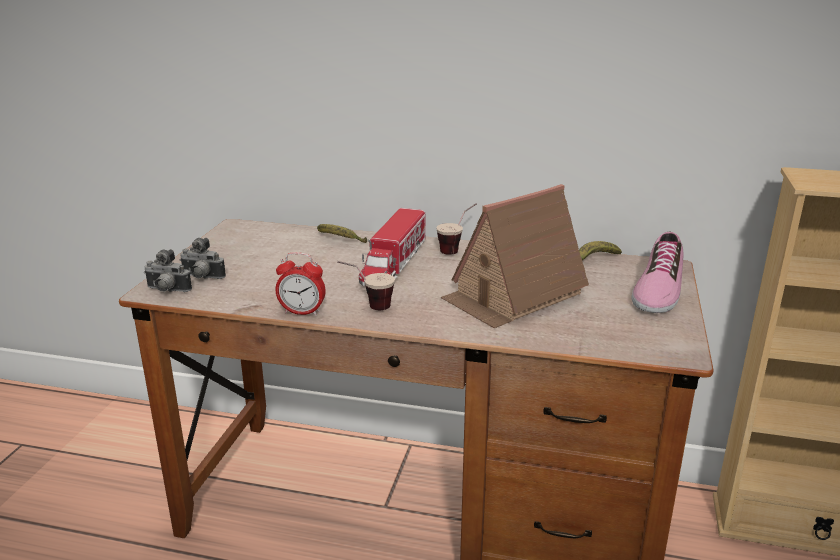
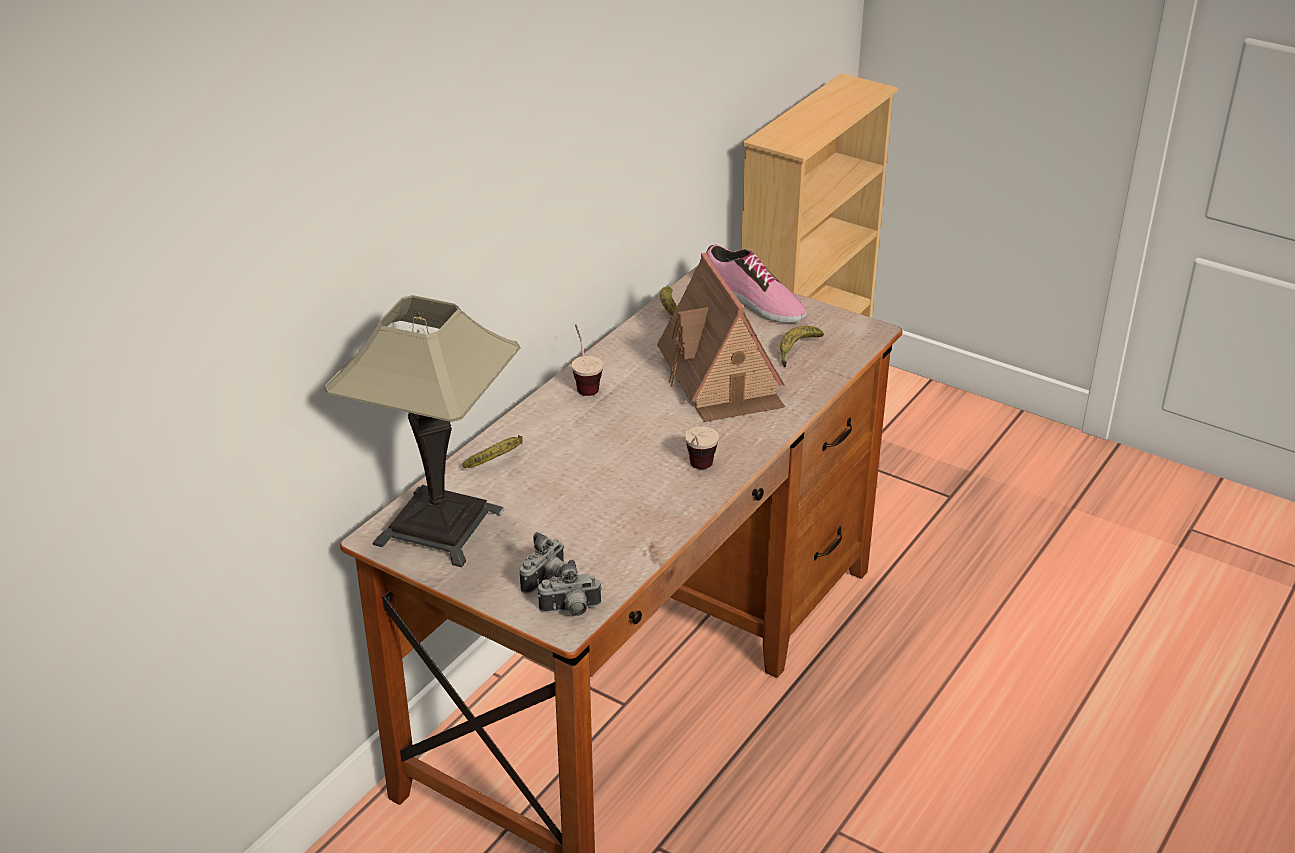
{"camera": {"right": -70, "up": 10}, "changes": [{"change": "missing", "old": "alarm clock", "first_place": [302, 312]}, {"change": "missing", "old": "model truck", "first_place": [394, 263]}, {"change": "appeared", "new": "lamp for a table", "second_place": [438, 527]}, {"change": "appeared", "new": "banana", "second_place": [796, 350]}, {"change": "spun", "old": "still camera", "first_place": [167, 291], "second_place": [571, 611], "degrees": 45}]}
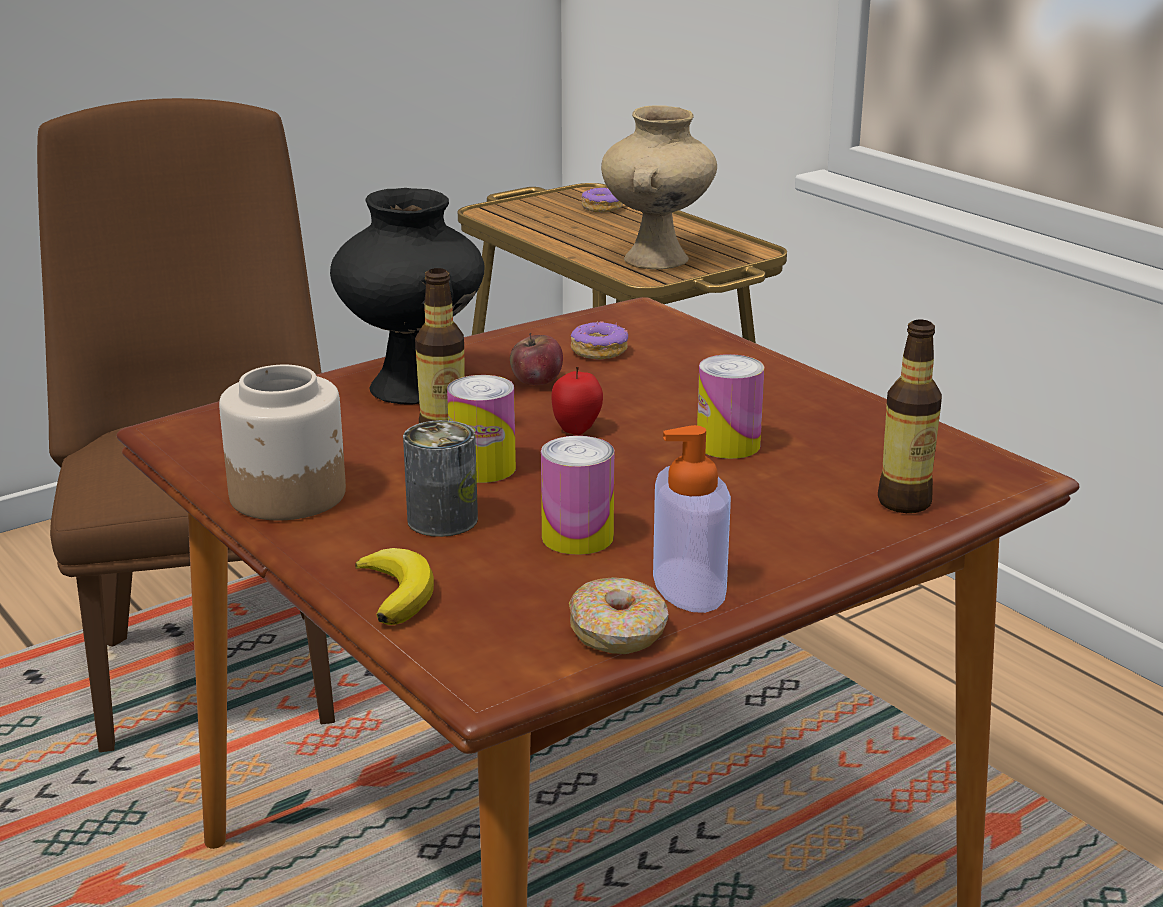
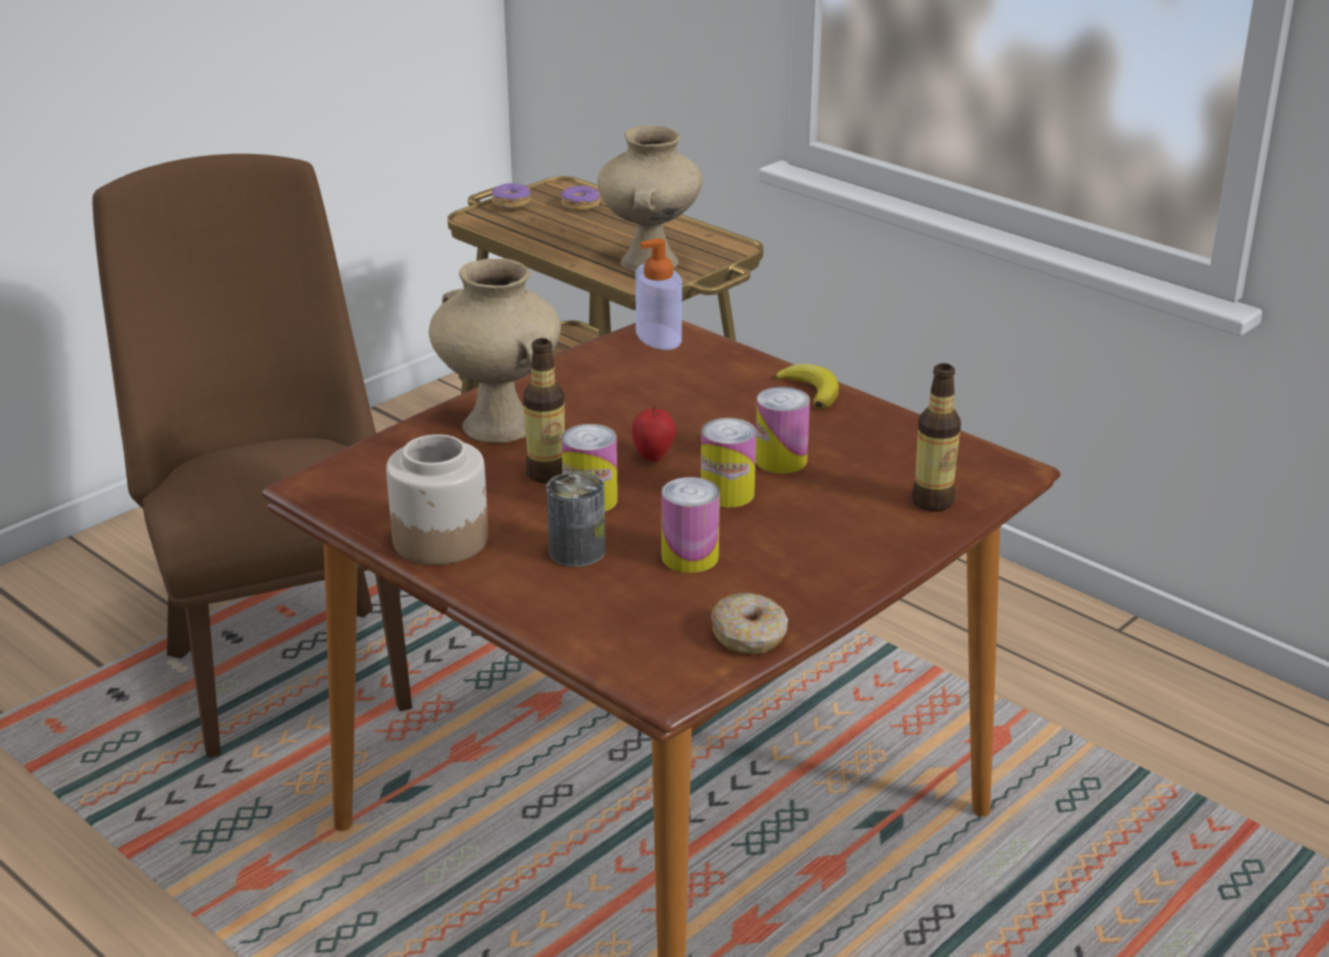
{"camera": {"right": -10, "up": 5}, "changes": [{"change": "missing", "old": "apple", "first_place": [536, 382]}, {"change": "appeared", "new": "metal can", "second_place": [727, 493]}, {"change": "relocated", "old": "banana", "first_place": [397, 592], "second_place": [811, 390]}, {"change": "relocated", "old": "doughnut", "first_place": [598, 351], "second_place": [511, 203]}, {"change": "relocated", "old": "soap bottle", "first_place": [689, 586], "second_place": [658, 337]}, {"change": "colour", "old": "decorative vase in blackish", "new": "decorative vase in beige", "first_place": [415, 388], "second_place": [501, 426]}]}
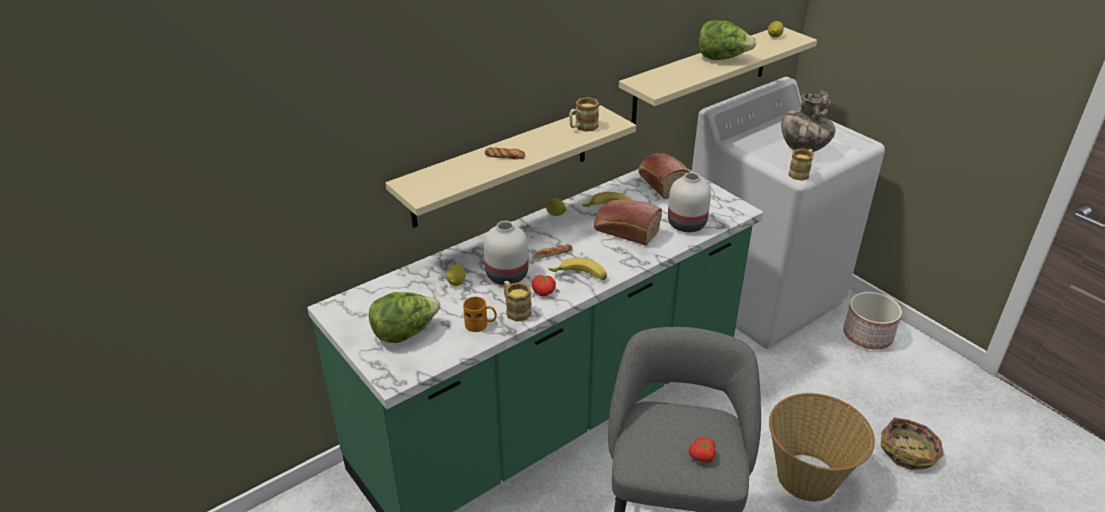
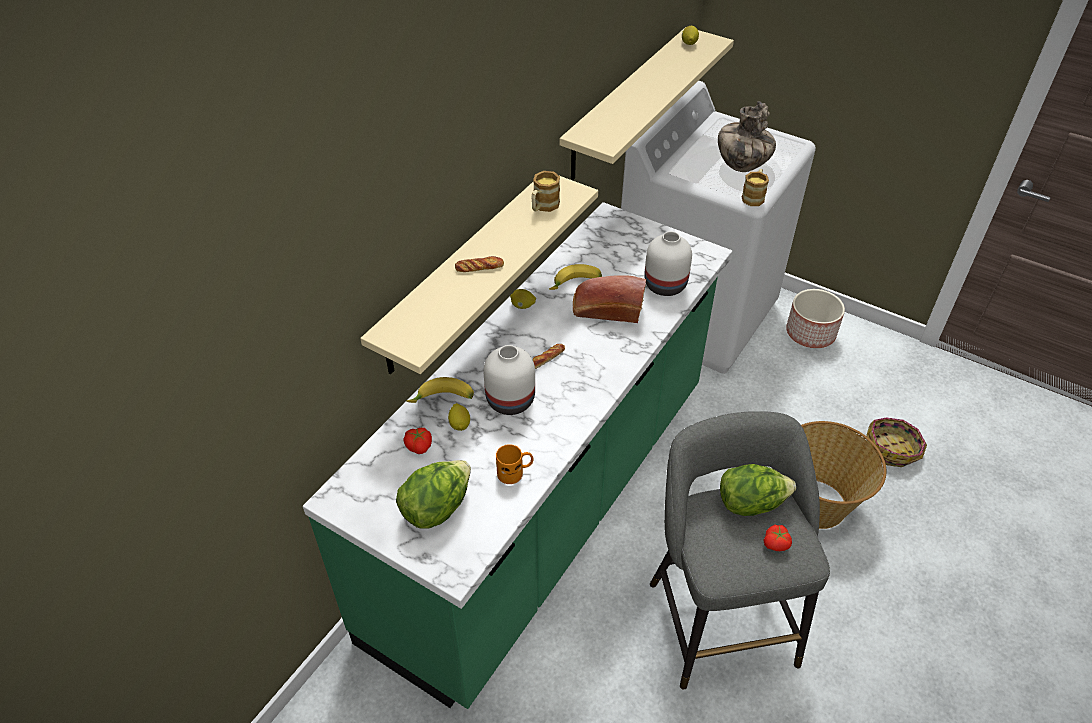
{"camera": {"right": -20, "up": 10}, "changes": [{"change": "missing", "old": "tea mug", "first_place": [515, 310]}, {"change": "missing", "old": "bread", "first_place": [661, 183]}, {"change": "relocated", "old": "tomato", "first_place": [544, 291], "second_place": [419, 446]}, {"change": "relocated", "old": "banana", "first_place": [579, 277], "second_place": [442, 400]}, {"change": "relocated", "old": "lettuce head", "first_place": [722, 58], "second_place": [751, 503]}]}
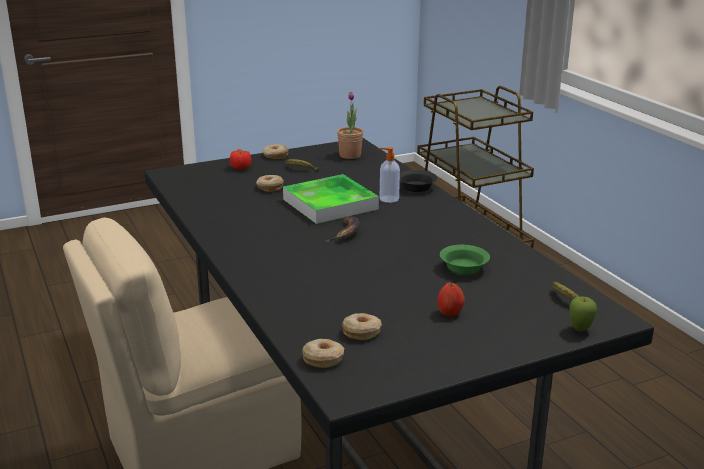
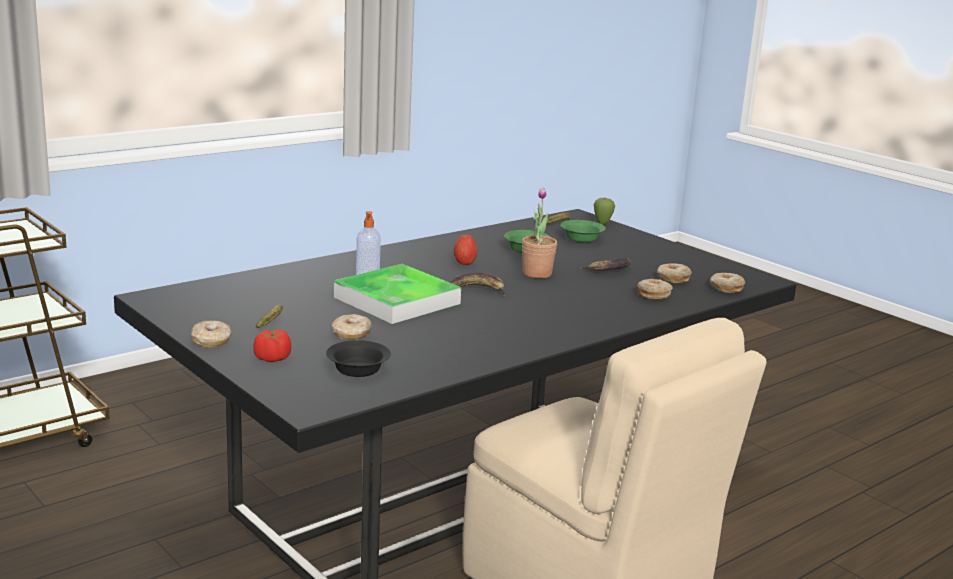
{"camera": {"right": -105, "up": -5}, "changes": [{"change": "appeared", "new": "serving bowl in green", "second_place": [581, 238]}, {"change": "appeared", "new": "banana", "second_place": [609, 269]}, {"change": "appeared", "new": "doughnut", "second_place": [653, 294]}, {"change": "relocated", "old": "houseplant", "first_place": [350, 155], "second_place": [537, 274]}, {"change": "relocated", "old": "serving bowl in blackish", "first_place": [415, 188], "second_place": [359, 370]}, {"change": "relocated", "old": "apple", "first_place": [449, 313], "second_place": [464, 263]}]}
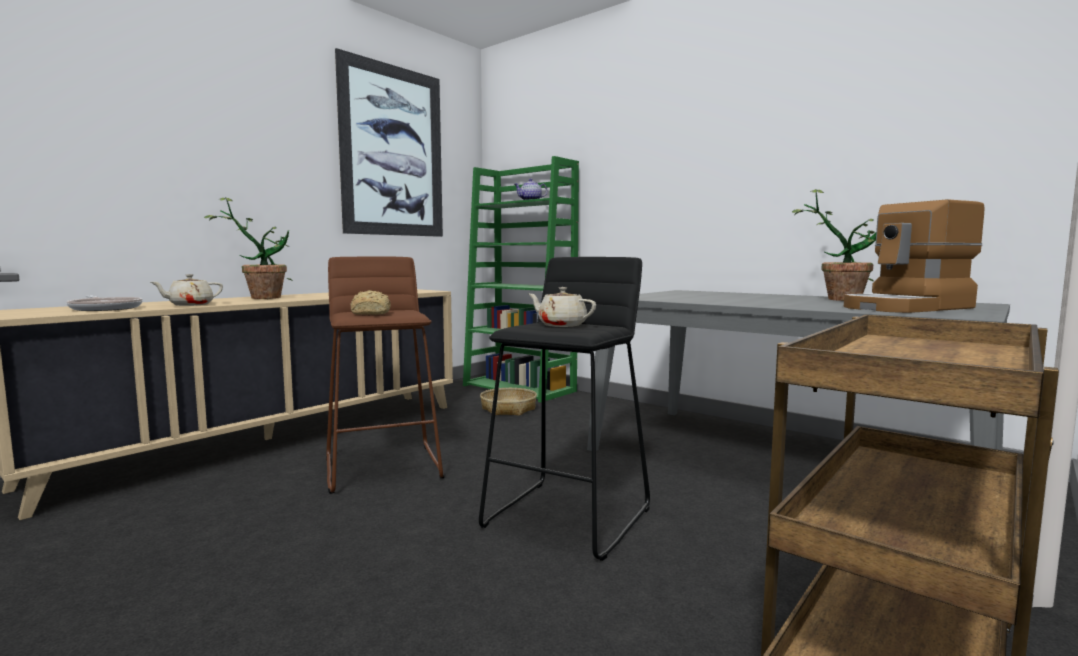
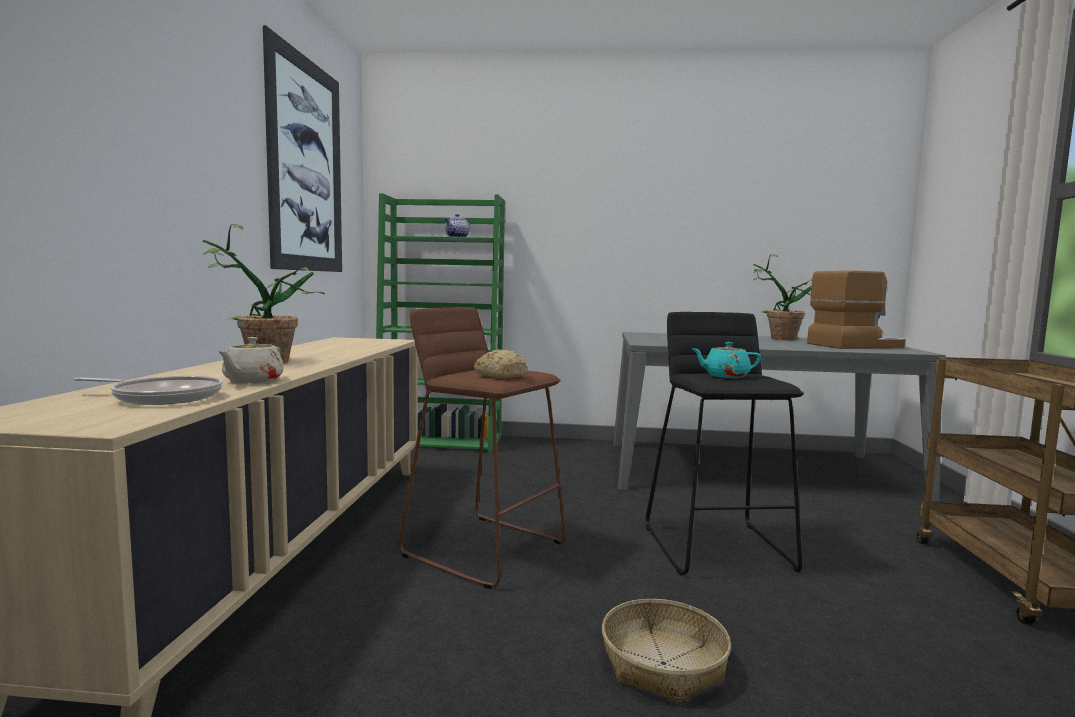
{"camera": {"right": -35, "up": 0}, "changes": [{"change": "relocated", "old": "household basket", "first_place": [508, 409], "second_place": [663, 663]}, {"change": "colour", "old": "teapot in beige", "new": "teapot in blue-green", "first_place": [561, 325], "second_place": [725, 376]}, {"change": "spun", "old": "coffee maker", "first_place": [908, 308], "second_place": [855, 346], "degrees": -135}]}
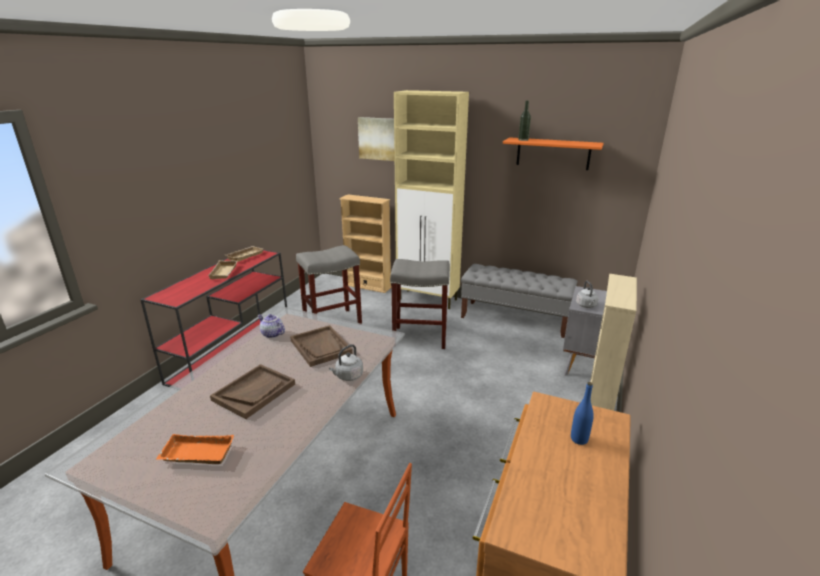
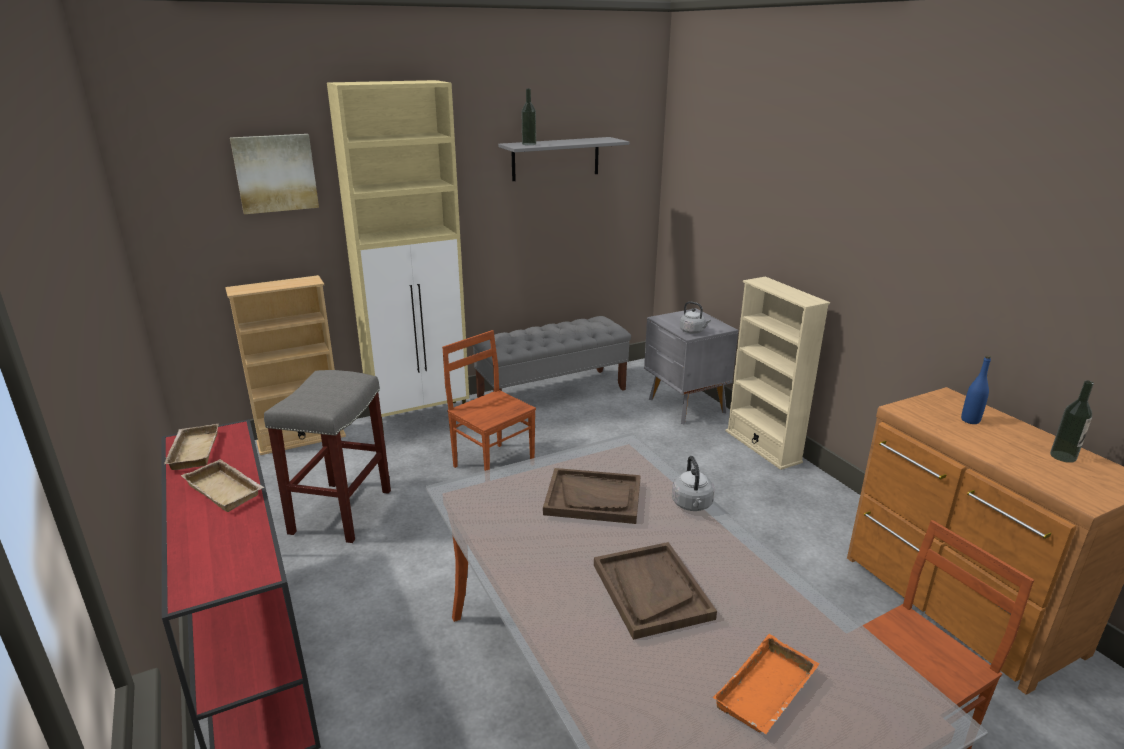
{"camera": {"right": -50, "up": 0}, "changes": [{"change": "missing", "old": "teapot", "first_place": [271, 334]}, {"change": "appeared", "new": "drink bottle", "second_place": [1063, 456]}, {"change": "exchanged", "old": "stool in greyish", "new": "upright chair in brown", "first_place": [421, 337], "second_place": [494, 464]}, {"change": "colour", "old": "shelf in orangey", "new": "shelf in greyish", "first_place": [553, 153], "second_place": [555, 159]}]}
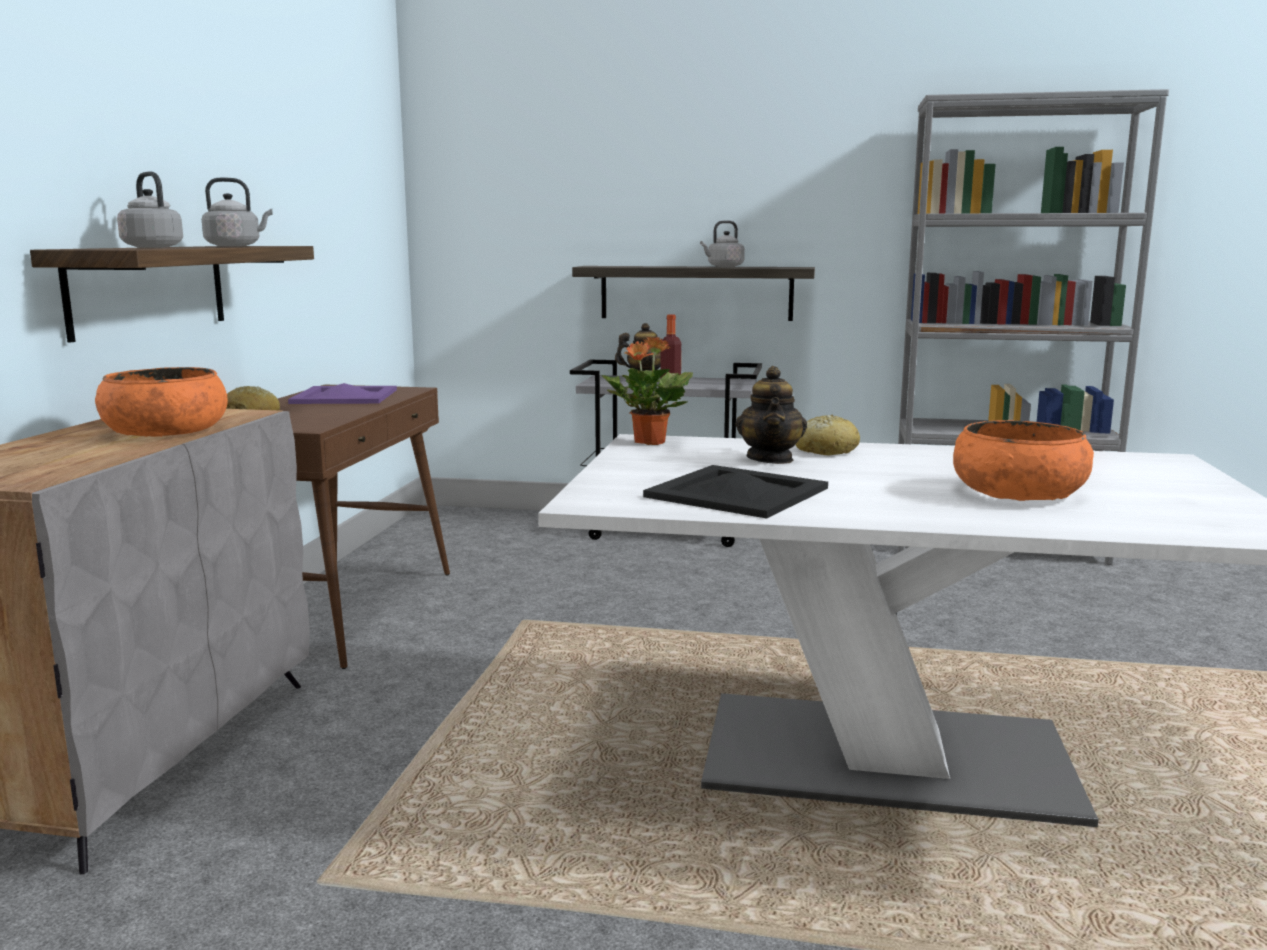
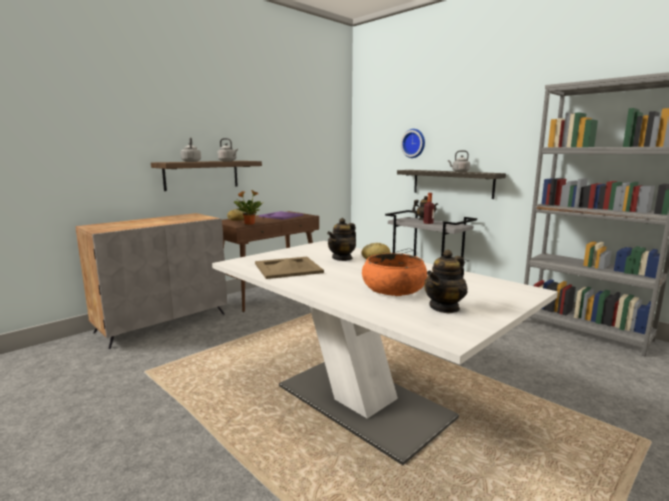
{"camera": {"right": 35, "up": 0}, "changes": [{"change": "missing", "old": "serving bowl in orangey", "first_place": [166, 431]}, {"change": "appeared", "new": "wall clock", "second_place": [414, 143]}, {"change": "appeared", "new": "teapot", "second_place": [444, 307]}, {"change": "relocated", "old": "houseplant", "first_place": [648, 442], "second_place": [249, 224]}, {"change": "colour", "old": "serving tray in blackish", "new": "serving tray in beige", "first_place": [736, 492], "second_place": [288, 268]}]}
